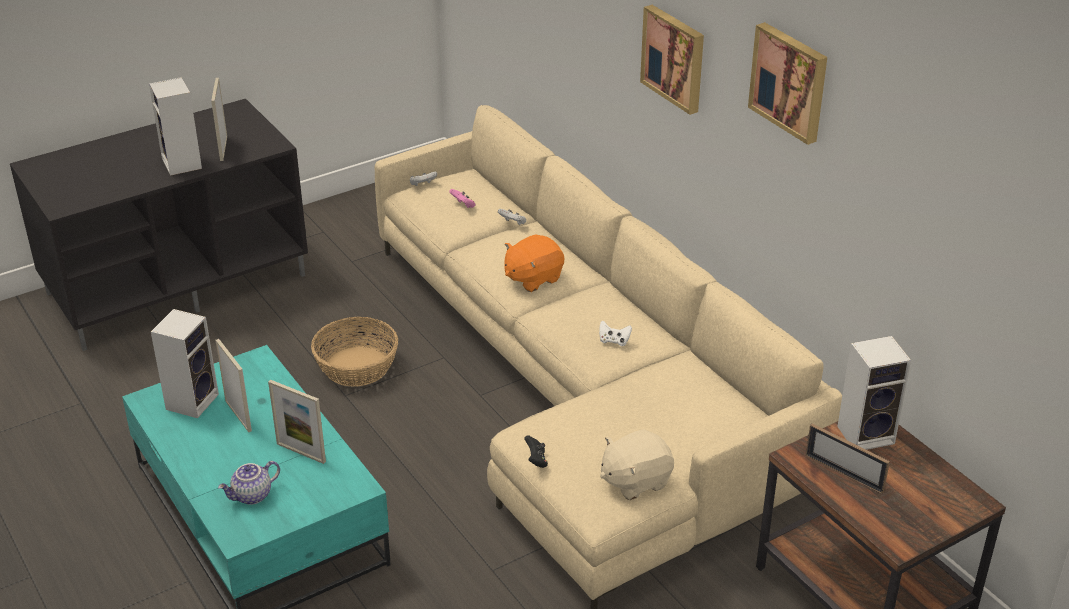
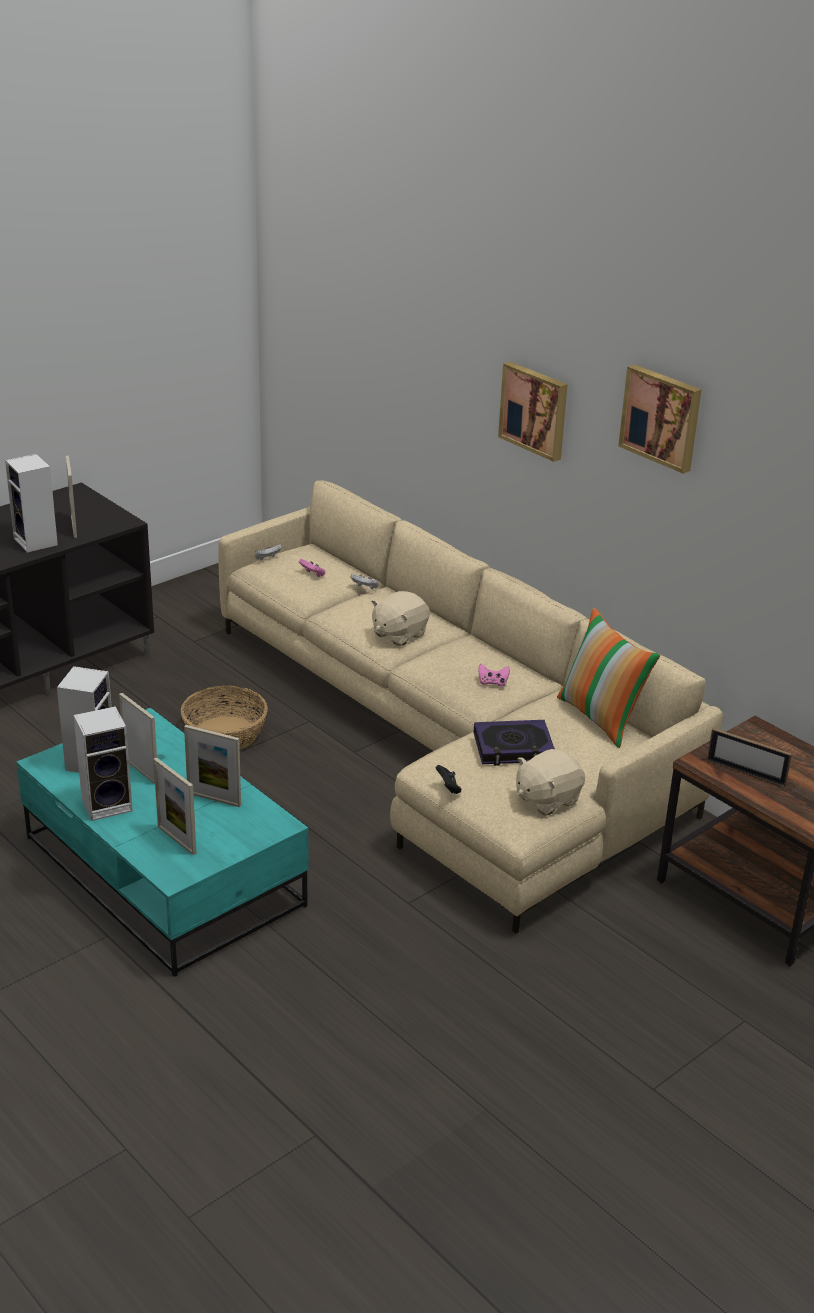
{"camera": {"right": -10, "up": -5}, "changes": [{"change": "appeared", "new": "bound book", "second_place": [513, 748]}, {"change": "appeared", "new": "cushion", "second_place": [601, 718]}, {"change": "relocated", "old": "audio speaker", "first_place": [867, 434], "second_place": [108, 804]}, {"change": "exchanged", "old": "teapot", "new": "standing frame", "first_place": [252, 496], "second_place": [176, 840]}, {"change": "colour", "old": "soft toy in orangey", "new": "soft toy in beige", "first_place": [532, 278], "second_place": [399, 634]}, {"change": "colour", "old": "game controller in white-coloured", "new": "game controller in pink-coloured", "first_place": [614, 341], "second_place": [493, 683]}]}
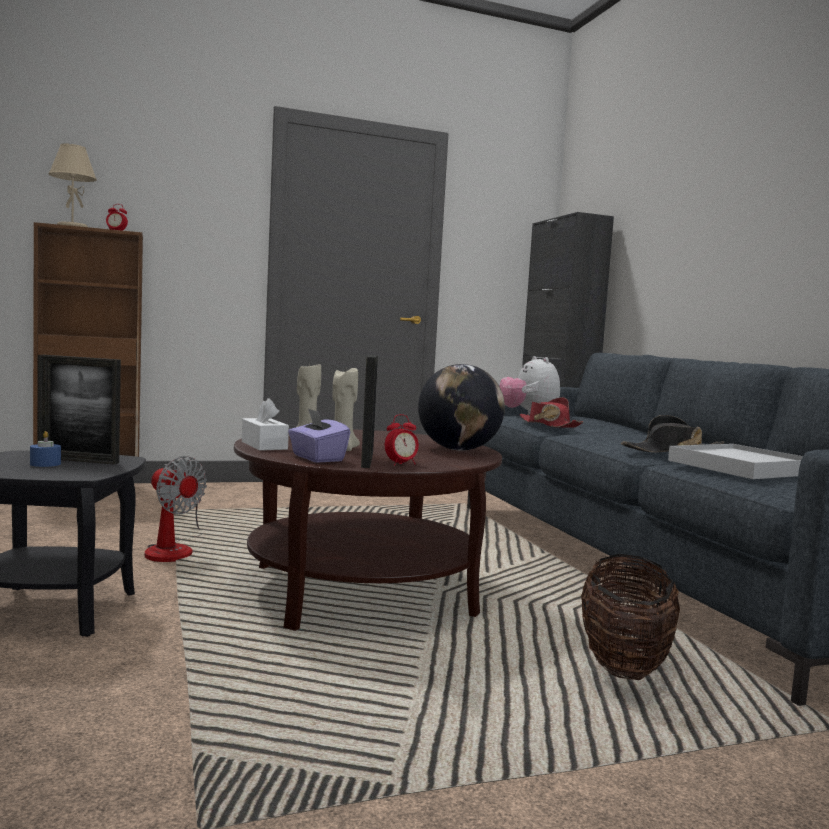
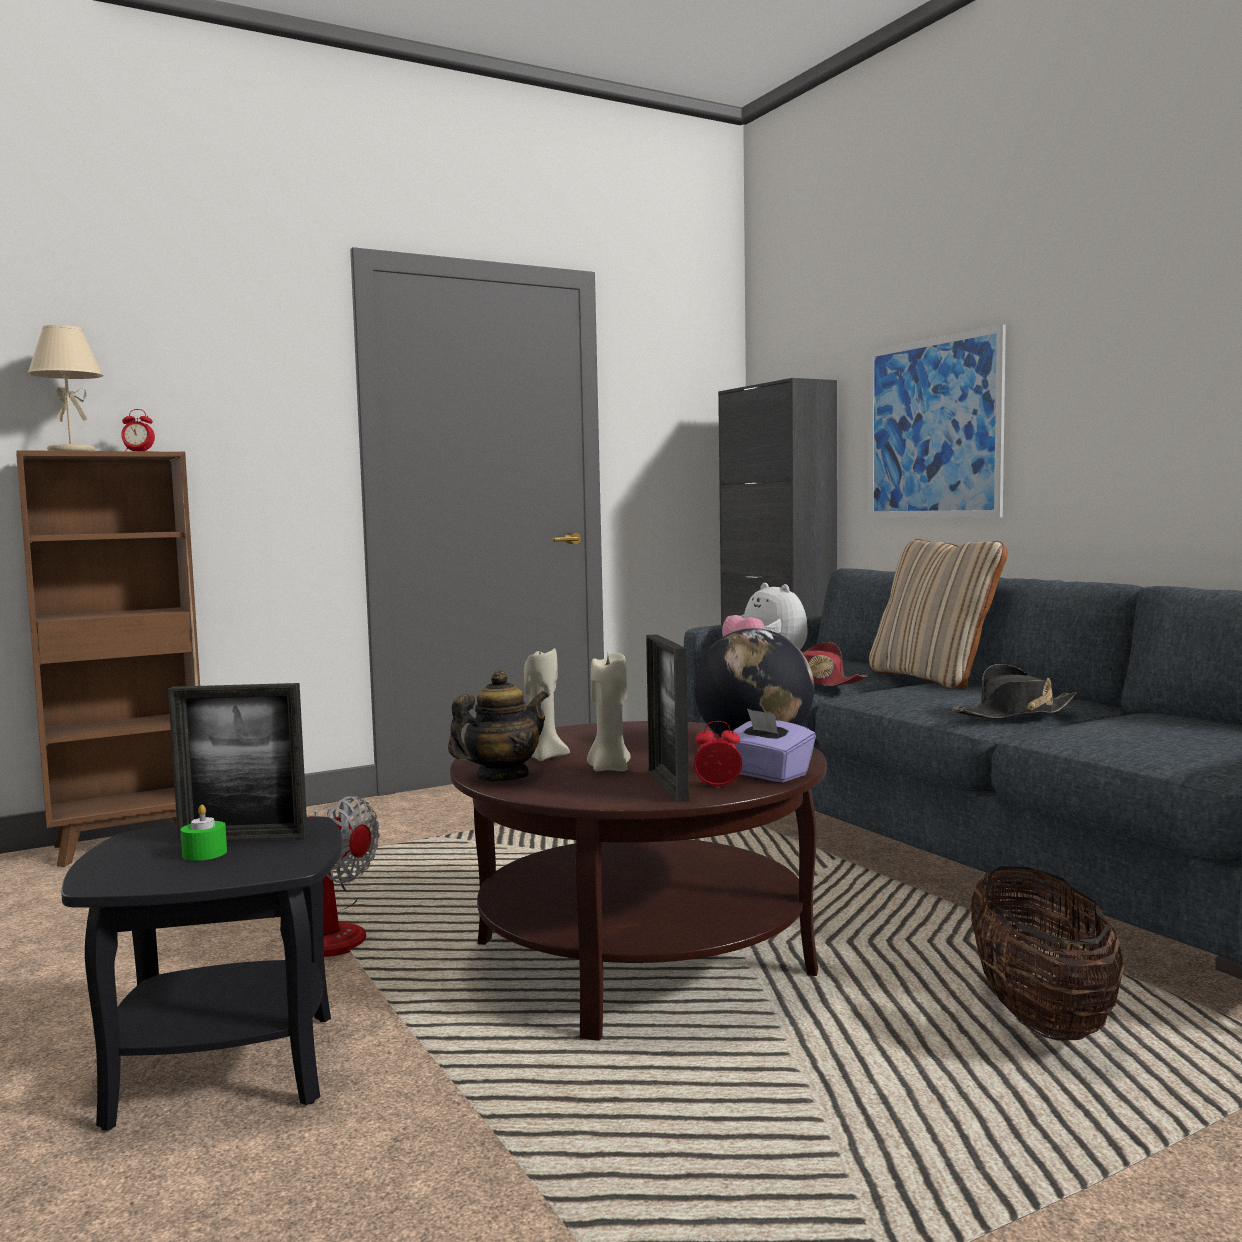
{"camera": {"right": -10, "up": 0}, "changes": [{"change": "missing", "old": "serving tray in white-coloured", "first_place": [740, 467]}, {"change": "appeared", "new": "picture", "second_place": [933, 429]}, {"change": "appeared", "new": "cushion in beige", "second_place": [933, 678]}, {"change": "relocated", "old": "tissue holder in purple", "first_place": [317, 458], "second_place": [766, 774]}, {"change": "exchanged", "old": "tissue holder in white-coloured", "new": "teapot", "first_place": [264, 445], "second_place": [501, 777]}, {"change": "colour", "old": "wax candle in blue", "new": "wax candle in green", "first_place": [45, 464], "second_place": [204, 853]}, {"change": "spun", "old": "alarm clock", "first_place": [401, 464], "second_place": [718, 786], "degrees": -135}]}
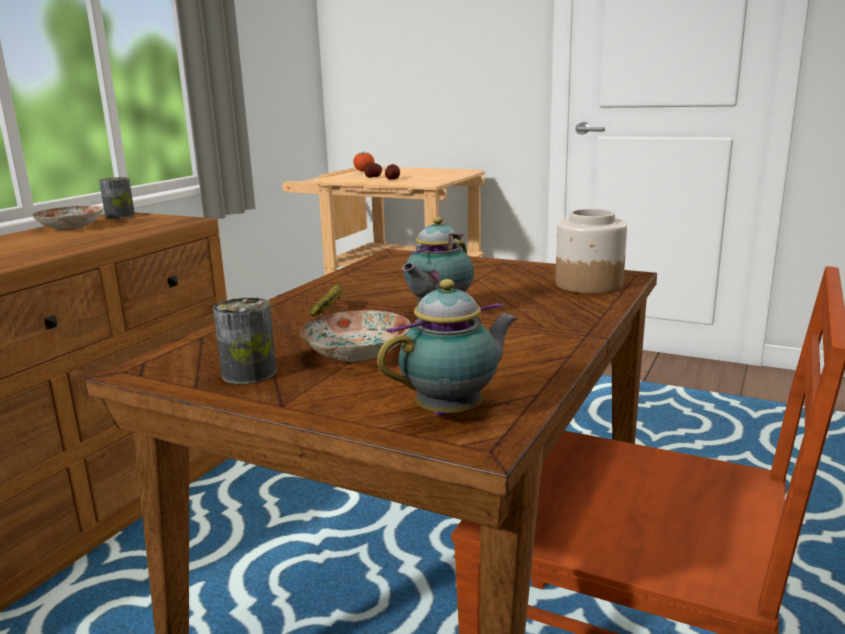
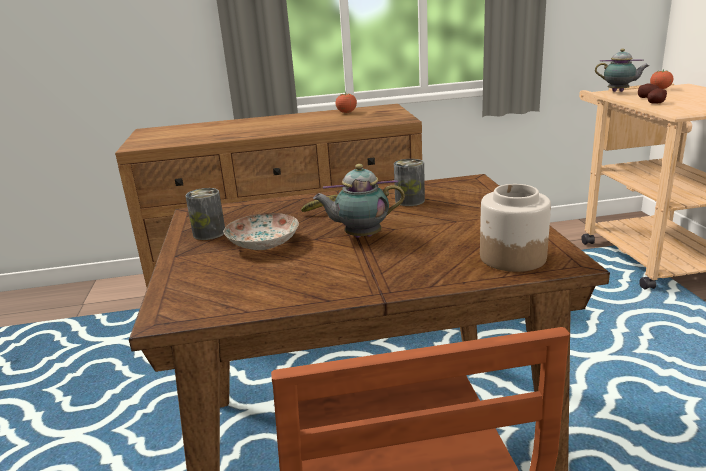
{"camera": {"right": 55, "up": 5}, "changes": [{"change": "relocated", "old": "metal can", "first_place": [120, 216], "second_place": [409, 201]}, {"change": "relocated", "old": "teapot", "first_place": [454, 411], "second_place": [619, 91]}, {"change": "exchanged", "old": "dinner plate", "new": "tomato", "first_place": [71, 227], "second_place": [346, 112]}]}
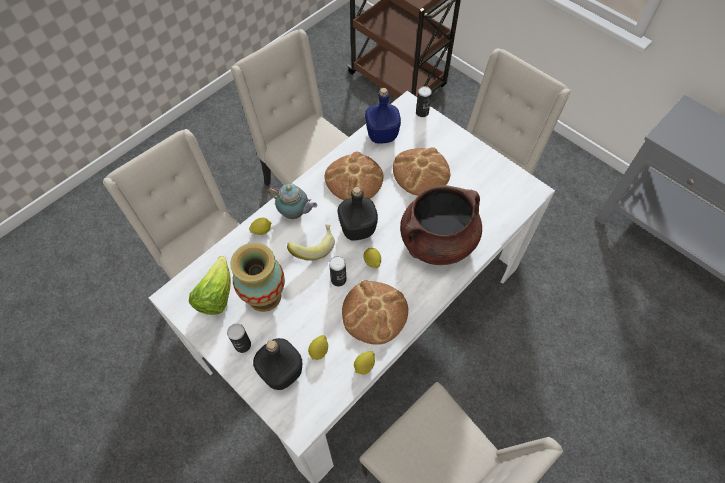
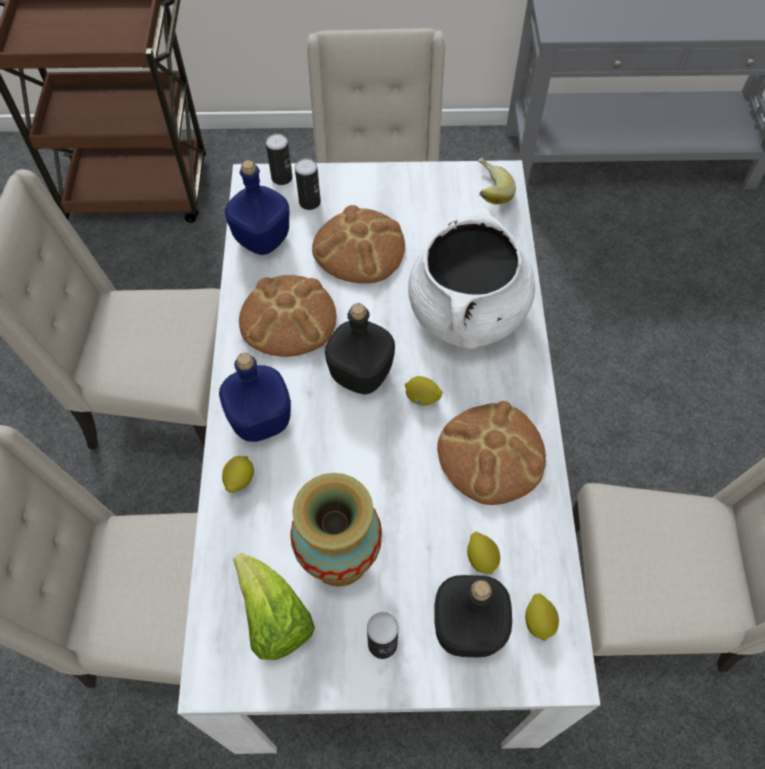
{"camera": {"right": -45, "up": 0}, "changes": [{"change": "relocated", "old": "banana", "first_place": [313, 246], "second_place": [486, 194]}, {"change": "relocated", "old": "metal can", "first_place": [338, 279], "second_place": [309, 202]}, {"change": "relocated", "old": "lemon", "first_place": [364, 366], "second_place": [539, 621]}, {"change": "exchanged", "old": "teapot", "new": "drink bottle in blue", "first_place": [295, 213], "second_place": [260, 421]}, {"change": "colour", "old": "saucepot in brown", "new": "saucepot in white-coloured", "first_place": [437, 242], "second_place": [467, 313]}]}
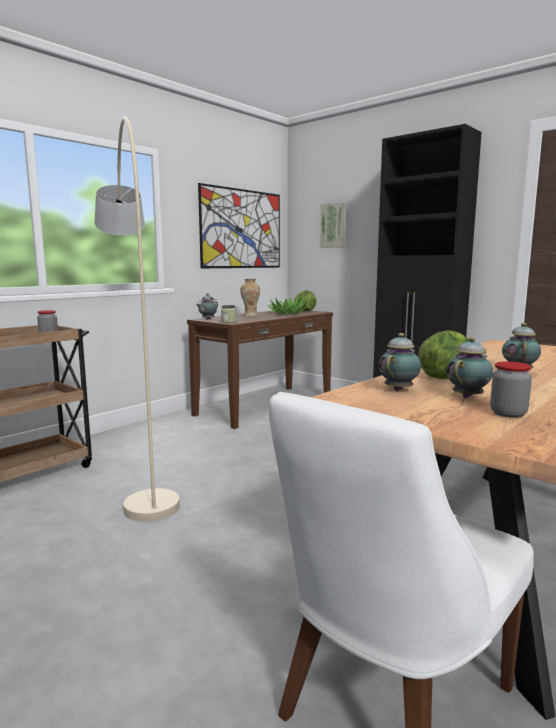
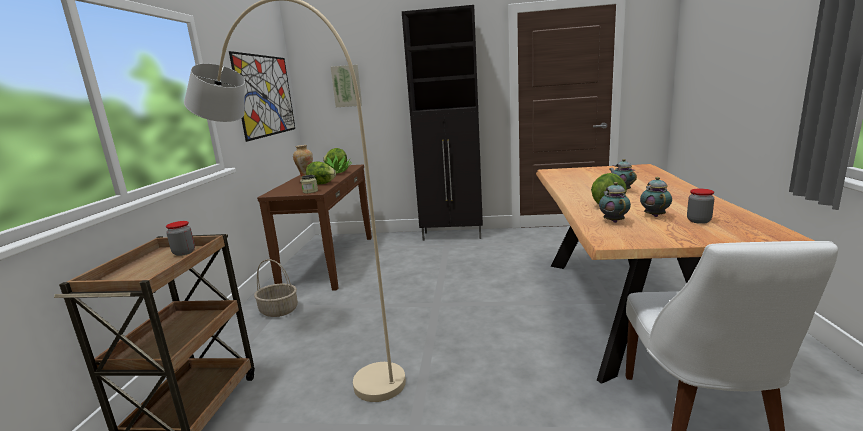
{"camera": {"right": -35, "up": 5}, "changes": [{"change": "missing", "old": "teapot", "first_place": [207, 319]}, {"change": "appeared", "new": "household basket", "second_place": [278, 310]}, {"change": "appeared", "new": "lettuce head", "second_place": [321, 184]}]}
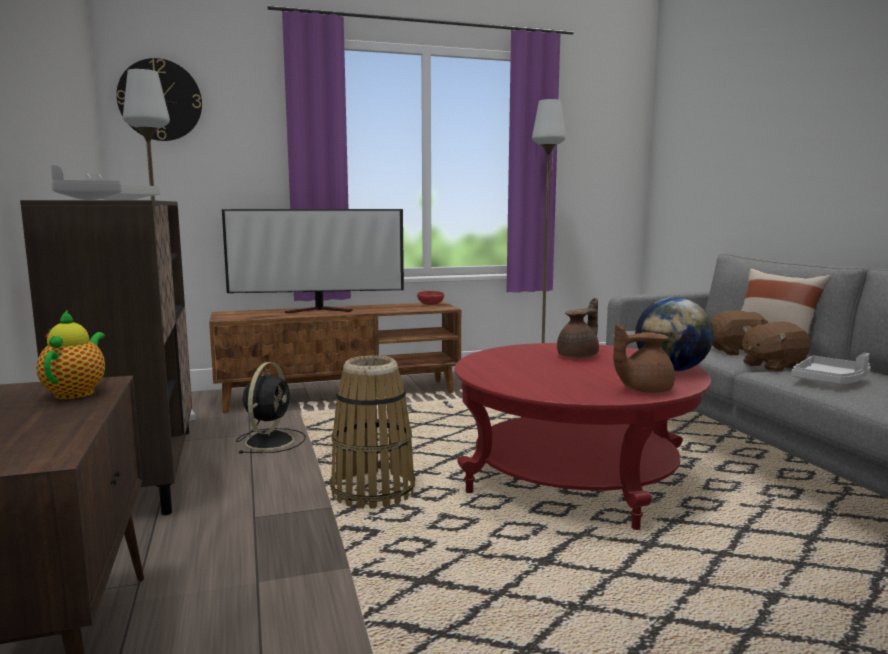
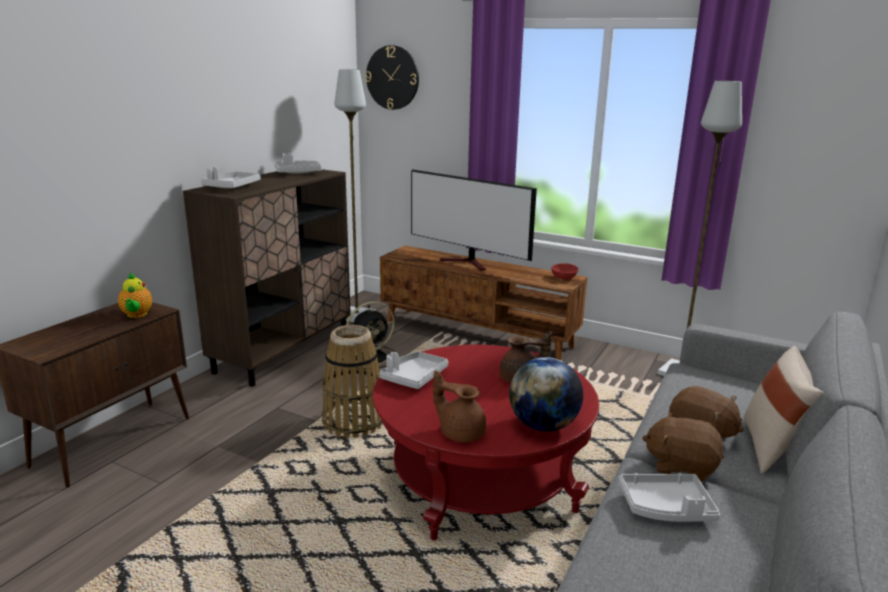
{"camera": {"right": 45, "up": 10}, "changes": [{"change": "appeared", "new": "serving tray in greyish", "second_place": [414, 377]}, {"change": "spun", "old": "teapot", "first_place": [77, 392], "second_place": [137, 315], "degrees": 120}]}
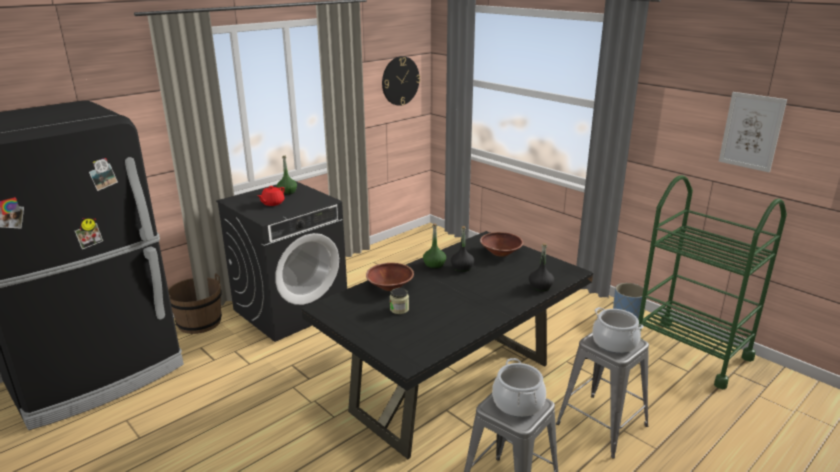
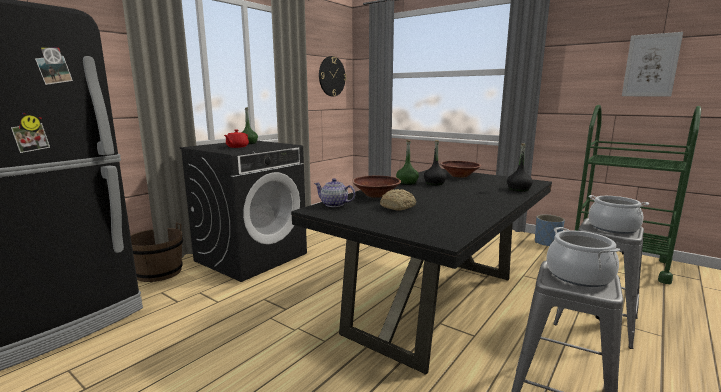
{"camera": {"right": -10, "up": -10}, "changes": [{"change": "appeared", "new": "teapot", "second_place": [334, 204]}, {"change": "exchanged", "old": "preserve jar", "new": "bread", "first_place": [399, 309], "second_place": [398, 207]}]}
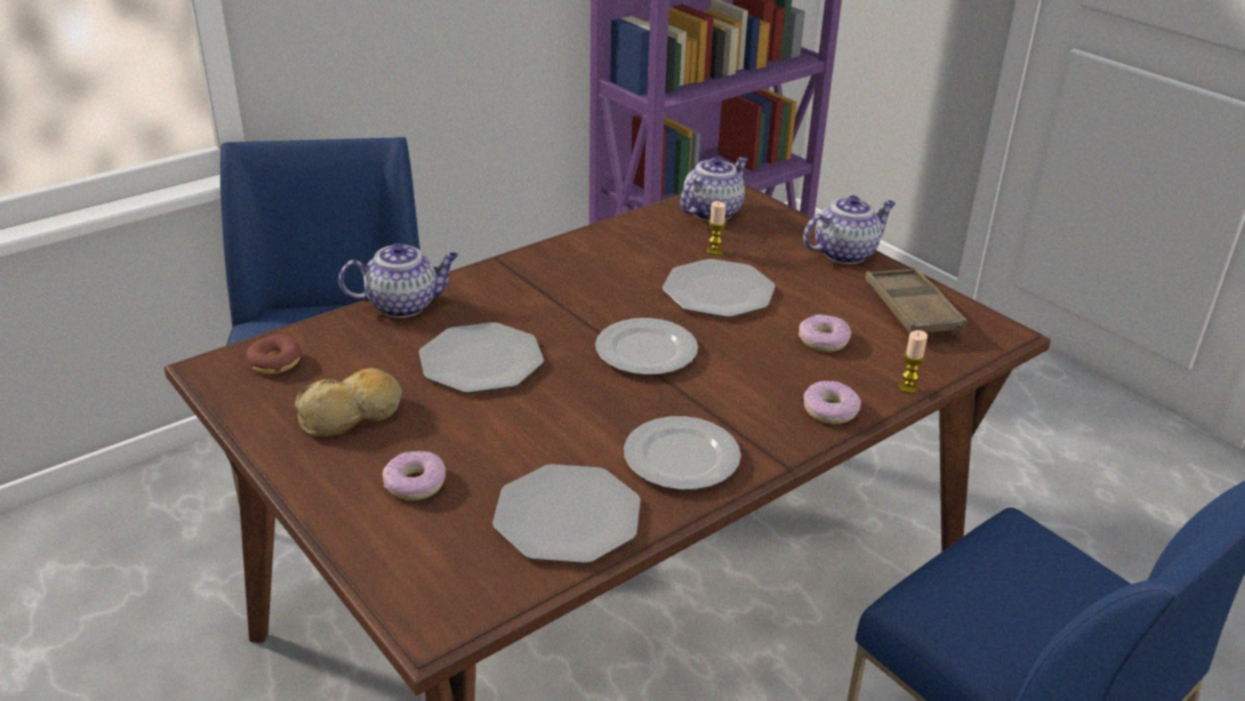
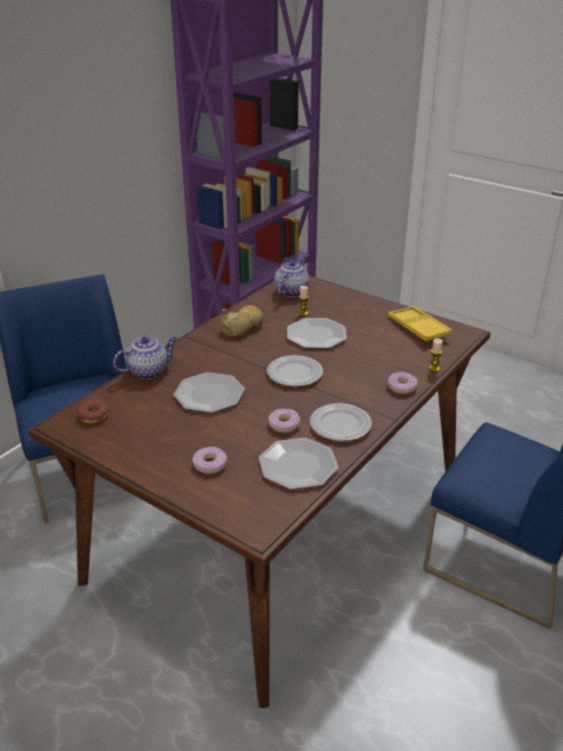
{"camera": {"right": -15, "up": 0}, "changes": [{"change": "missing", "old": "teapot", "first_place": [845, 253]}, {"change": "relocated", "old": "bread", "first_place": [352, 415], "second_place": [243, 327]}, {"change": "relocated", "old": "doughnut", "first_place": [823, 340], "second_place": [284, 425]}, {"change": "colour", "old": "serving tray in brown", "new": "serving tray in yellow", "first_place": [911, 309], "second_place": [418, 328]}]}
